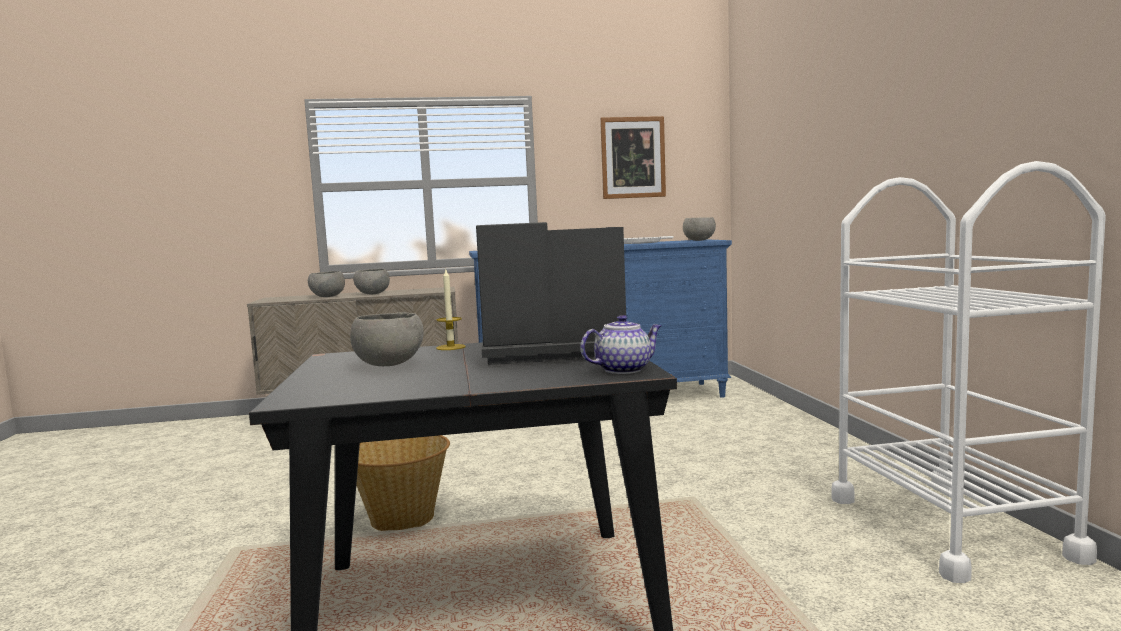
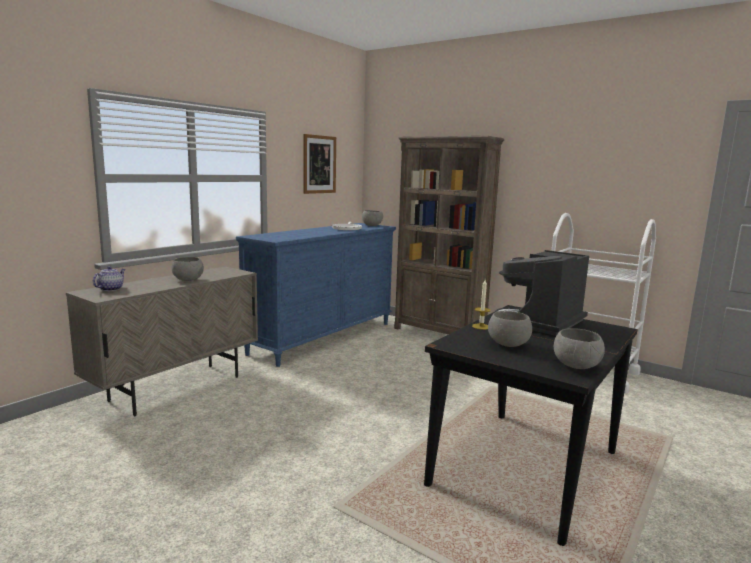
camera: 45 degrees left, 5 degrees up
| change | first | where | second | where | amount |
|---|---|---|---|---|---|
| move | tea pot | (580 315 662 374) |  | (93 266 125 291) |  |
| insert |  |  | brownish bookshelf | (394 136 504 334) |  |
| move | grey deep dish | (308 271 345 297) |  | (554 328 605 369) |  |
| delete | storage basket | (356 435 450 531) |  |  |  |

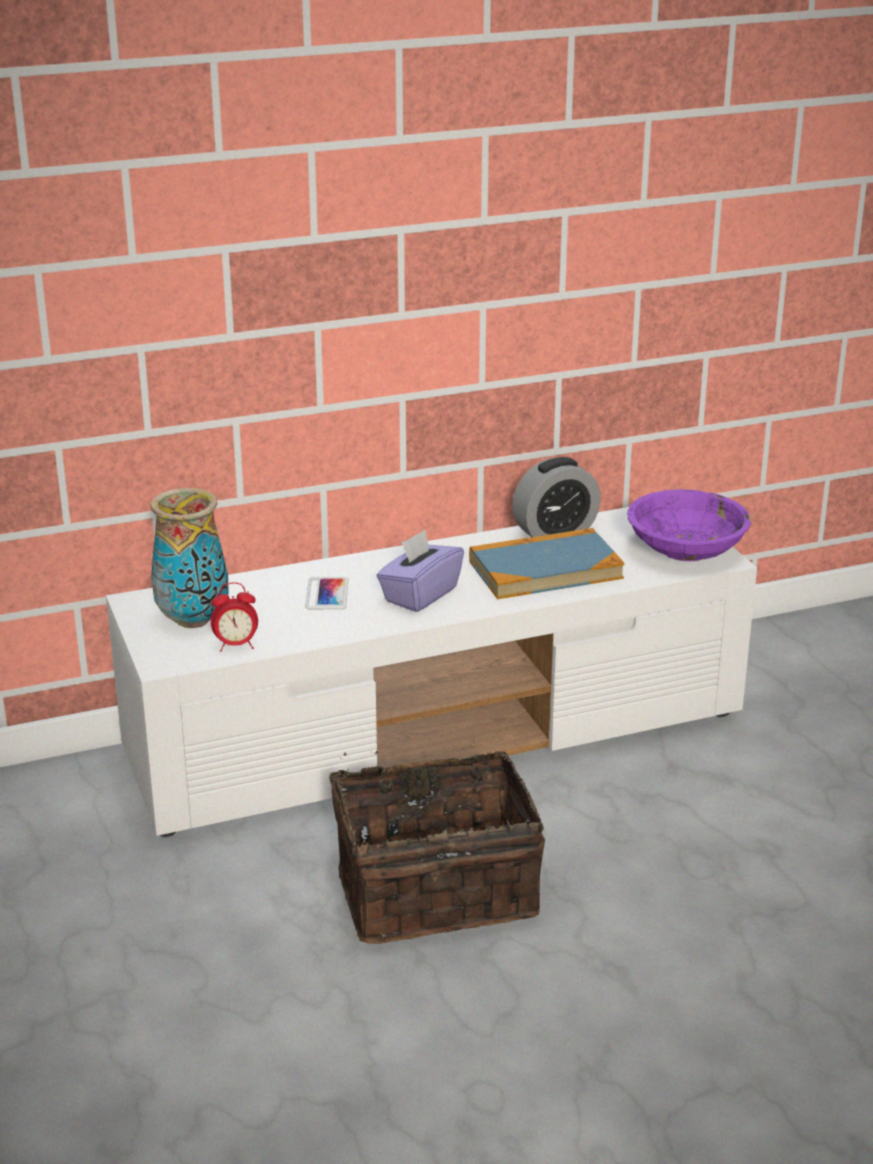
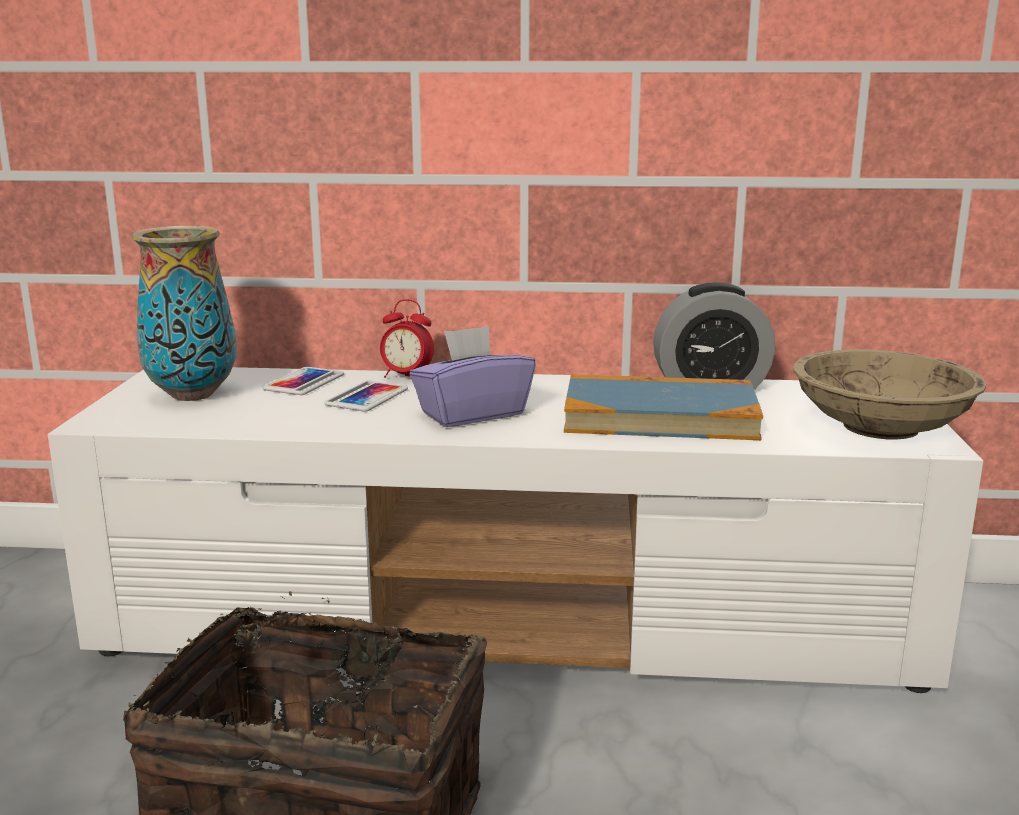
camera: 25 degrees right, 10 degrees down
| change | first | where | second | where | amount |
|---|---|---|---|---|---|
| insert |  |  | telephone | (262 367 344 395) |  |
| move | alarm clock | (211 582 258 652) |  | (380 299 434 378) |  |
| recolor | purple deep dish | (627 489 751 561) | beige-coloured deep dish | (793 349 987 439) |  |

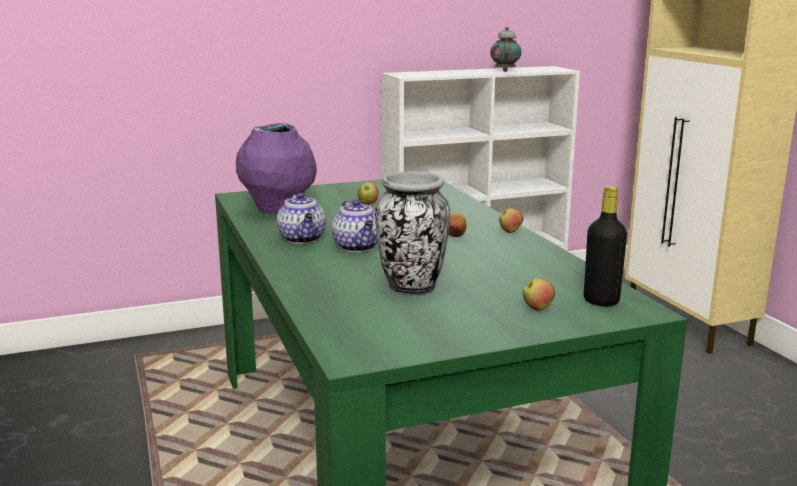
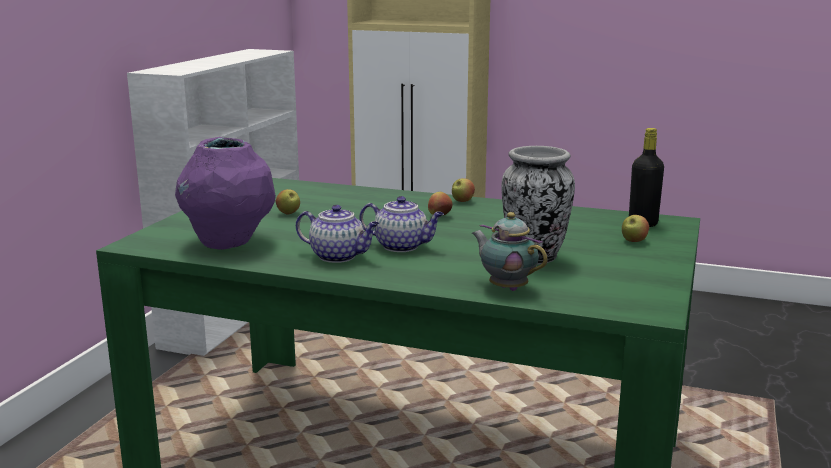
camera: 50 degrees left, 0 degrees up
| change | first | where | second | where | amount |
|---|---|---|---|---|---|
| move | tea pot | (490 27 521 72) |  | (472 212 548 291) |  |

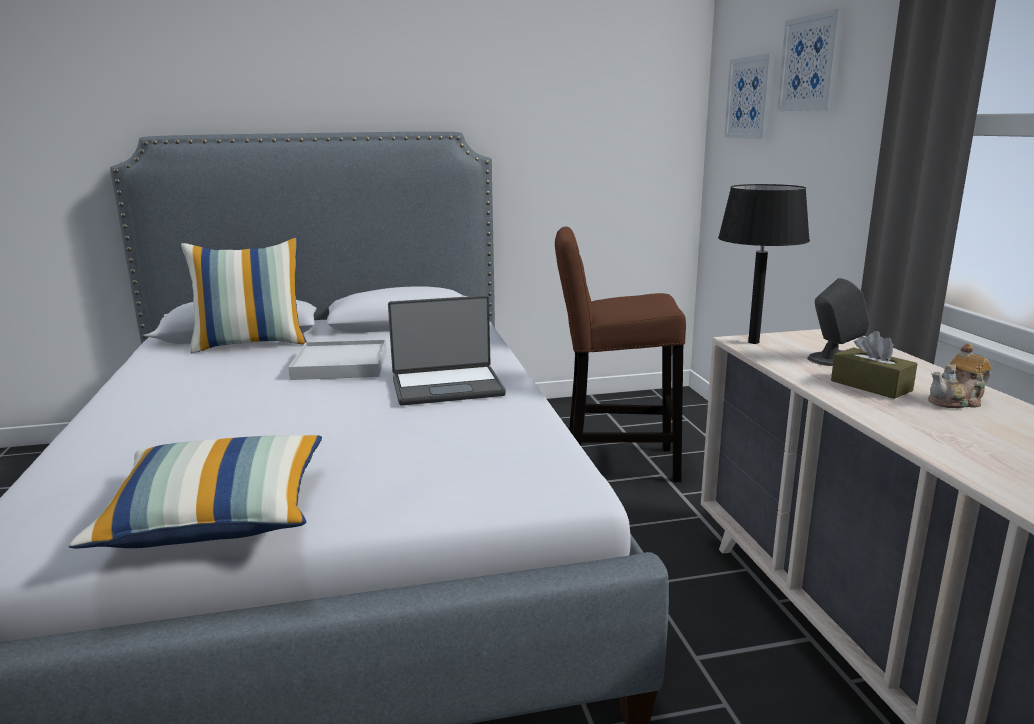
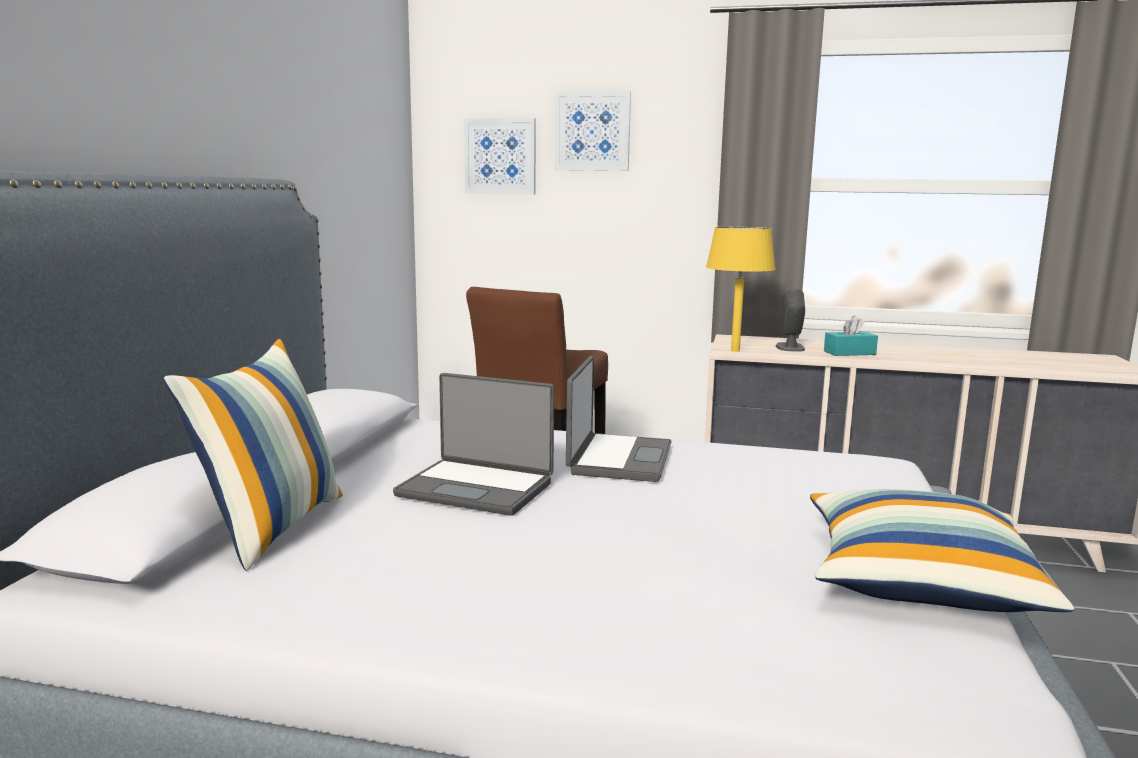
camera: 65 degrees left, 5 degrees down
| change | first | where | second | where | amount |
|---|---|---|---|---|---|
| replace | whitish tray | (289 340 387 380) | portable computer | (393 373 554 516) |  |
| recolor | black tabletop lamp | (718 184 810 344) | yellow-coloured tabletop lamp | (706 227 776 352) |  |
| recolor | brownish tissue box | (831 331 917 399) | turquoise-coloured tissue box | (824 315 878 356) |  |
| delete | tea pot | (928 343 991 408) |  |  |  |

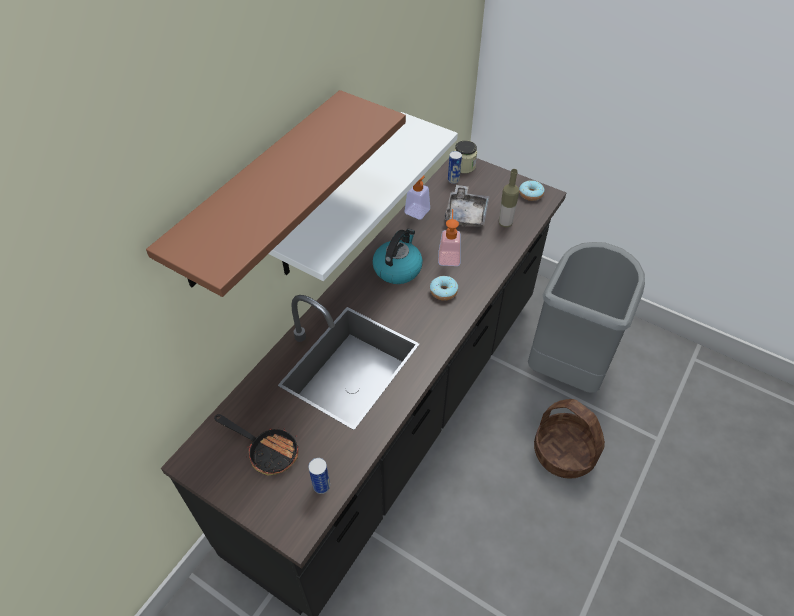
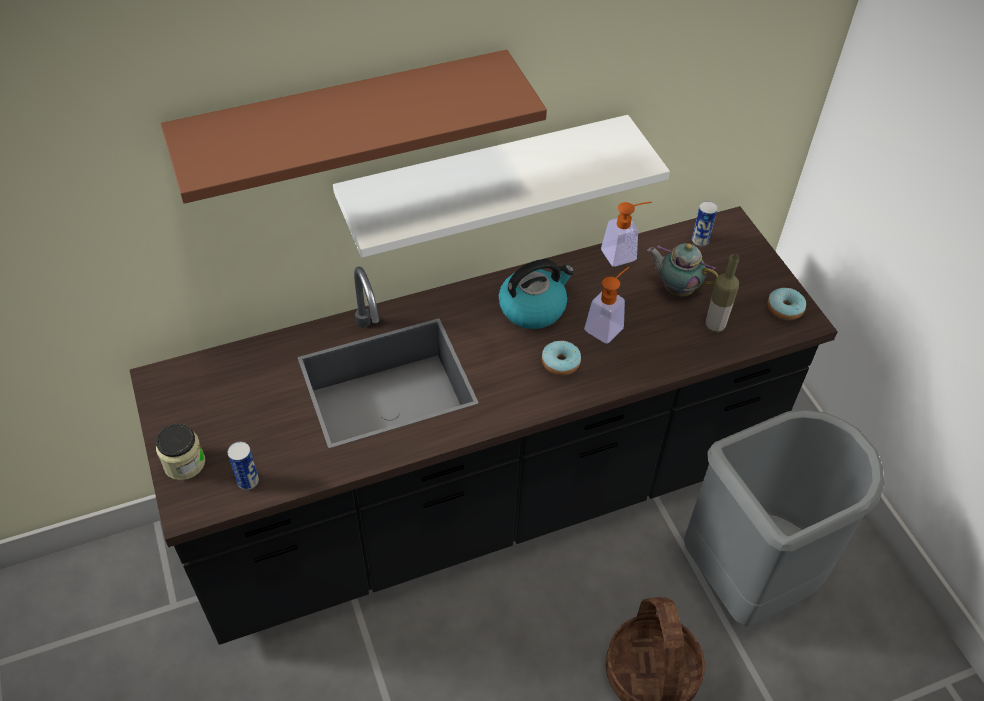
camera: 35 degrees right, 0 degrees up
| change | first | where | second | where | amount |
|---|---|---|---|---|---|
| move | jar | (454 140 477 173) |  | (156 423 205 480) |  |
| replace | grey tray | (444 185 490 227) | tea pot | (647 243 718 297) |  |
| delete | skillet | (214 414 299 476) |  |  |  |

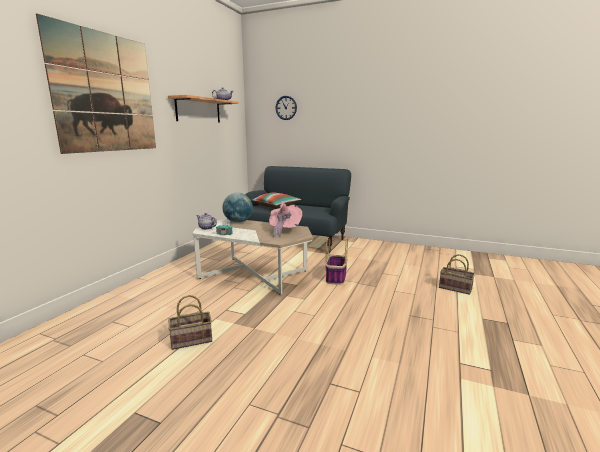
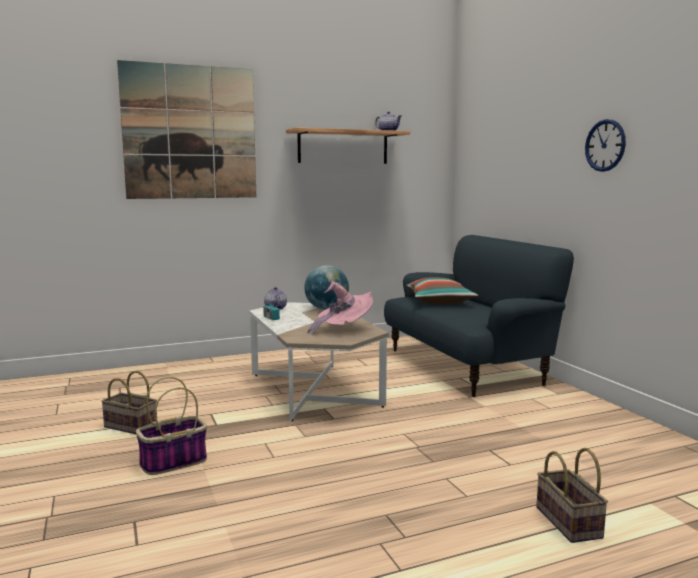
camera: 45 degrees right, 5 degrees down
| change | first | where | second | where | amount |
|---|---|---|---|---|---|
| move | storage basket | (325 237 348 285) |  | (136 377 207 475) |  |
| move | clock on the wall | (275 96 297 120) |  | (585 119 626 172) |  |

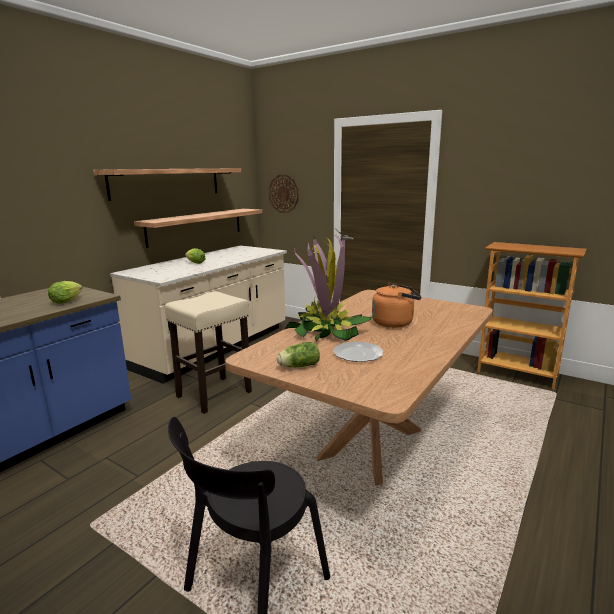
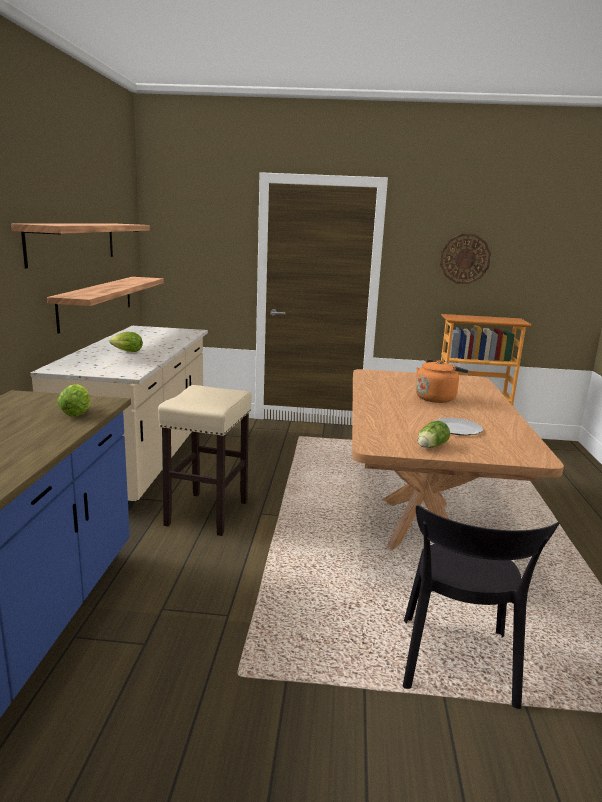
camera: 30 degrees left, 0 degrees up
| change | first | where | second | where | amount |
|---|---|---|---|---|---|
| move | clock on the wall | (269 175 299 213) |  | (440 234 491 284) |  |
| delete | plant in a pot | (284 230 373 341) |  |  |  |

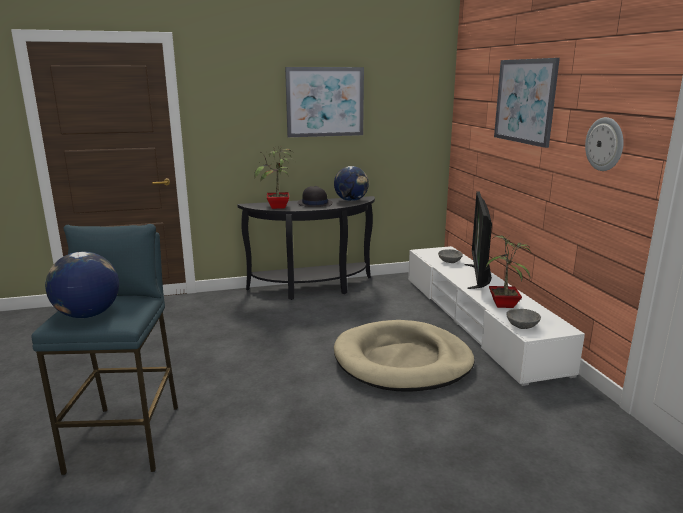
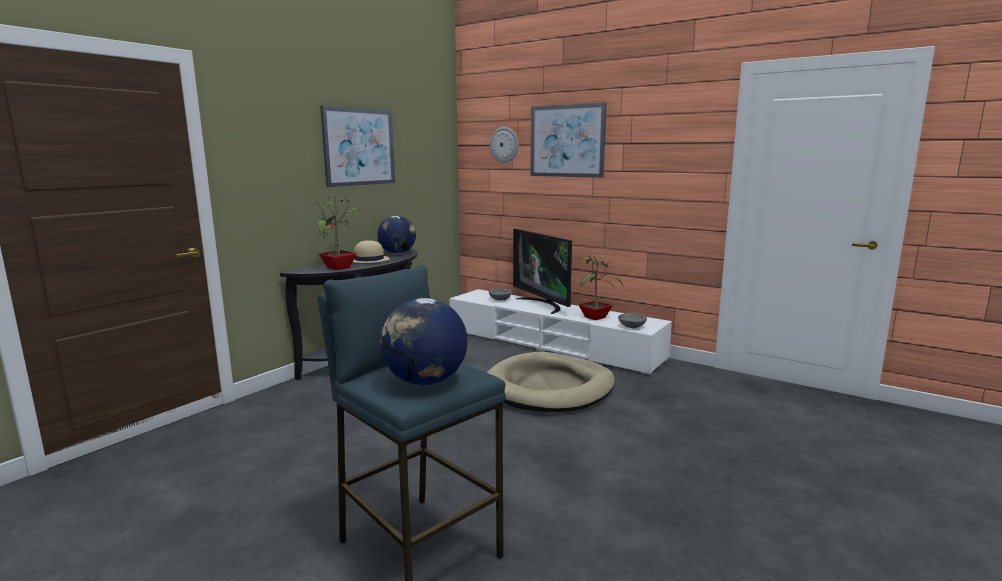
camera: 40 degrees left, 5 degrees down
| change | first | where | second | where | amount |
|---|---|---|---|---|---|
| recolor | black hat | (297 186 333 207) | beige-coloured hat | (353 240 390 263) |  |
| move | clock on the wall | (585 117 624 171) |  | (490 127 519 163) |  |

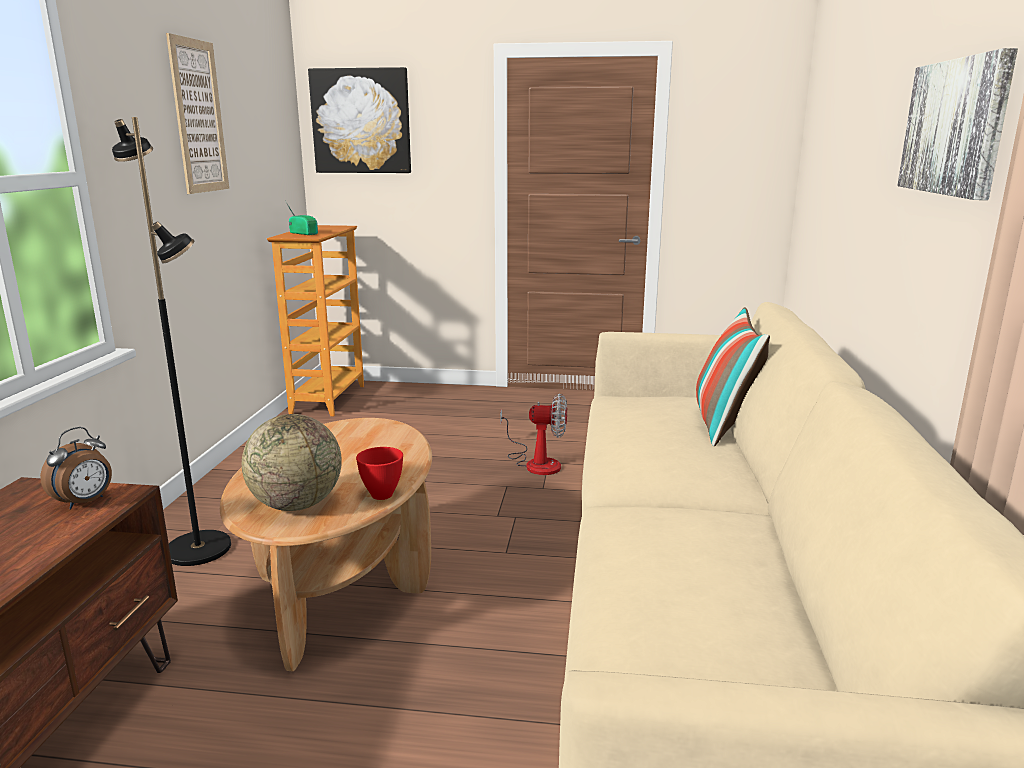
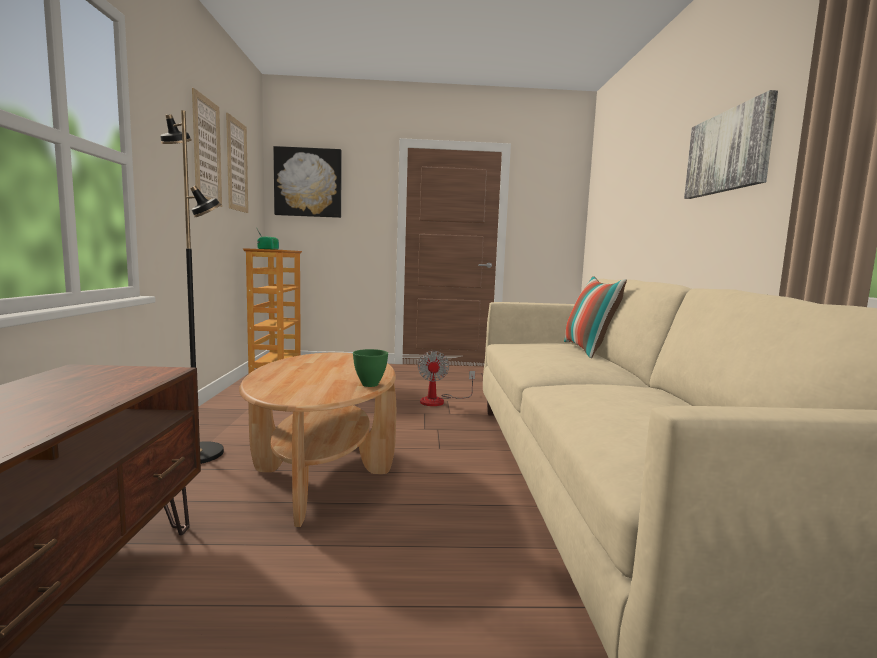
camera: 10 degrees left, 10 degrees down
| change | first | where | second | where | amount |
|---|---|---|---|---|---|
| insert |  |  | wall picture | (226 113 248 213) |  |
| recolor | reddish deep dish | (356 447 403 500) | greenish deep dish | (353 349 388 387) |  |
| rotate | cooling fan | (500 393 567 475) |  | (418 351 475 406) | 90 degrees clockwise |
| delete | alarm clock | (40 427 112 509) |  |  |  |
| delete | world globe | (242 414 342 511) |  |  |  |

